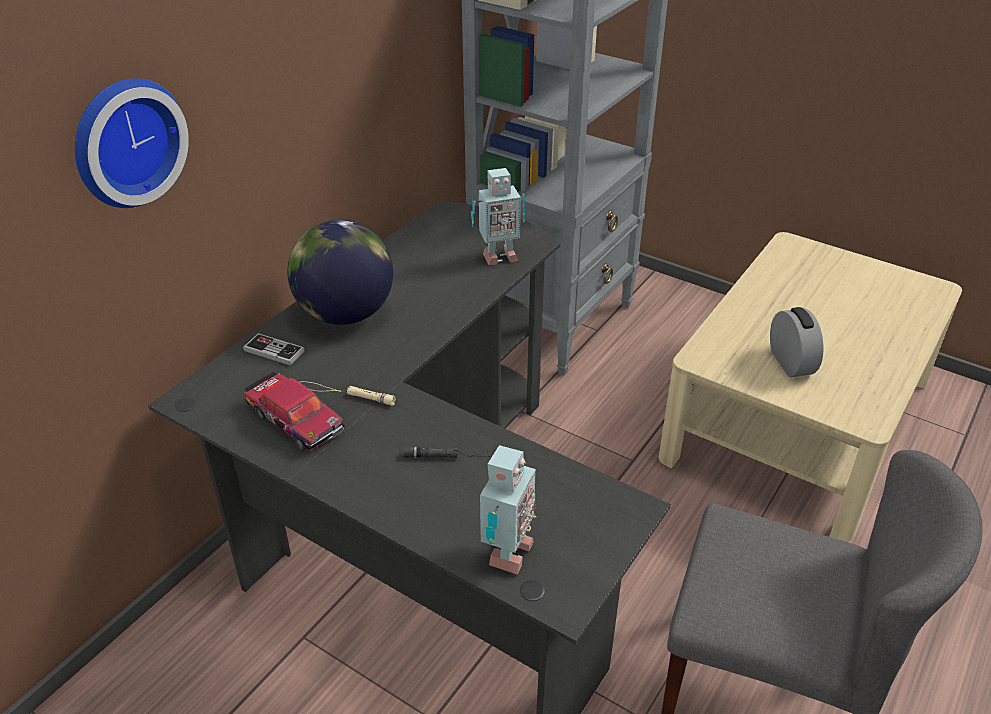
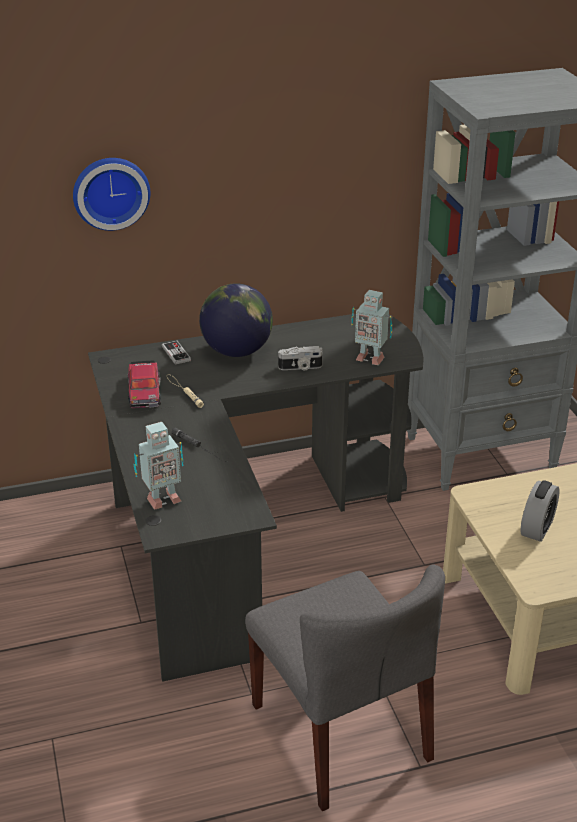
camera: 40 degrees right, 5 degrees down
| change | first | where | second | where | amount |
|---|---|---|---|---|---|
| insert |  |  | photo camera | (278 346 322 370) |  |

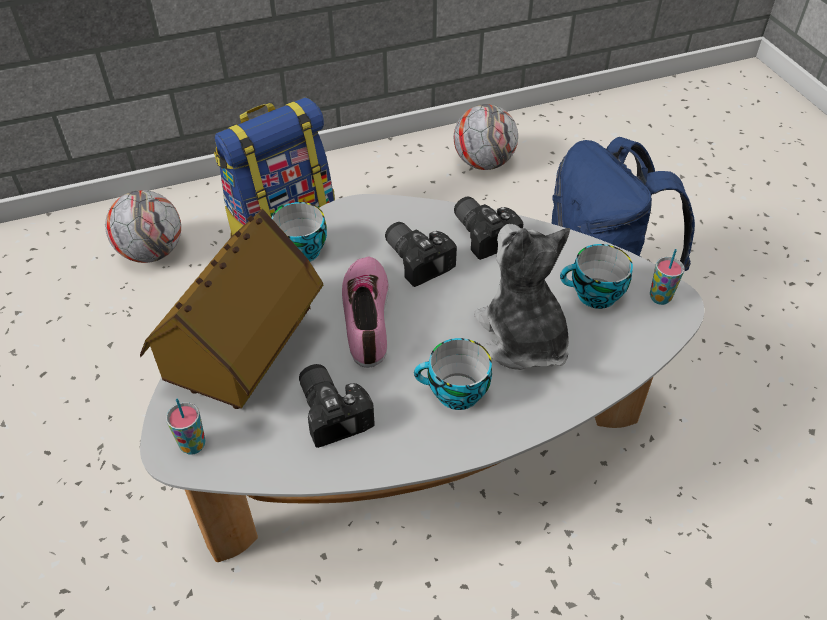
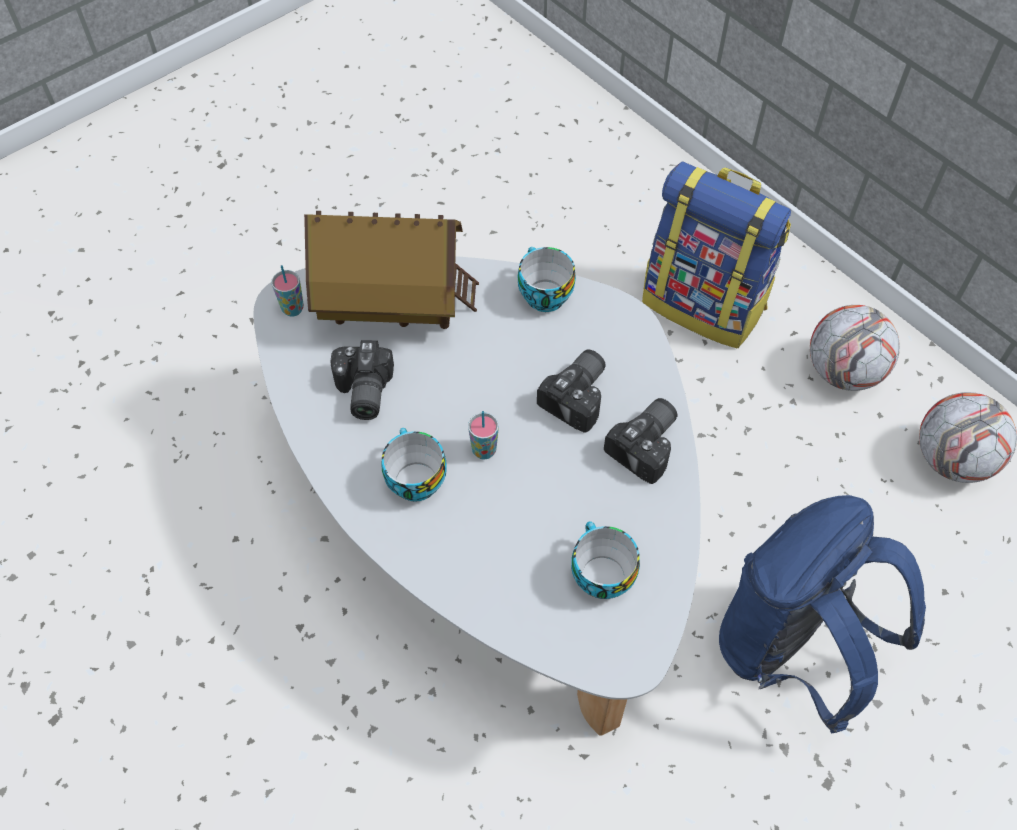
camera: 70 degrees right, 10 degrees up
| change | first | where | second | where | amount |
|---|---|---|---|---|---|
| rotate | photo camera | (299 364 374 448) |  | (330 340 394 420) | 135 degrees clockwise |
| move | cup | (650 249 685 305) |  | (468 411 499 460) |  |
| move | ball for football | (105 190 181 263) |  | (810 305 900 391) |  |
| delete | shoe | (342 256 389 368) |  |  |  |
| delete | soft toy | (474 224 570 370) |  |  |  |

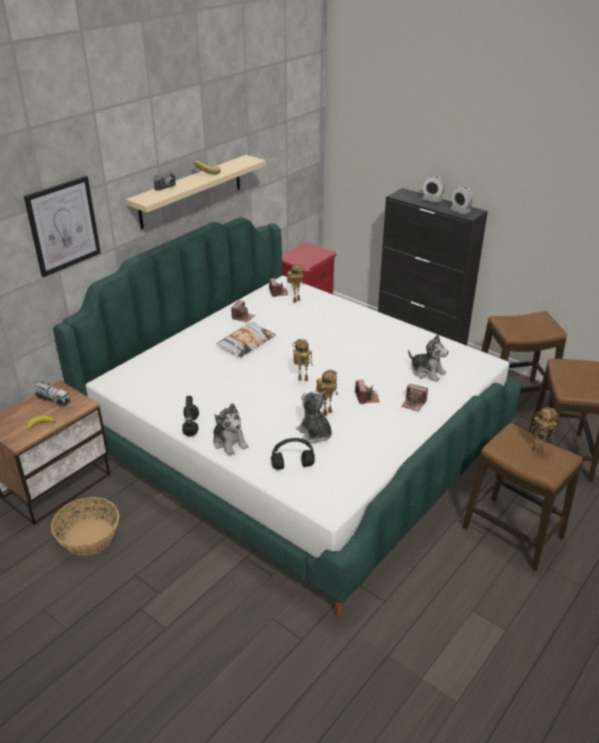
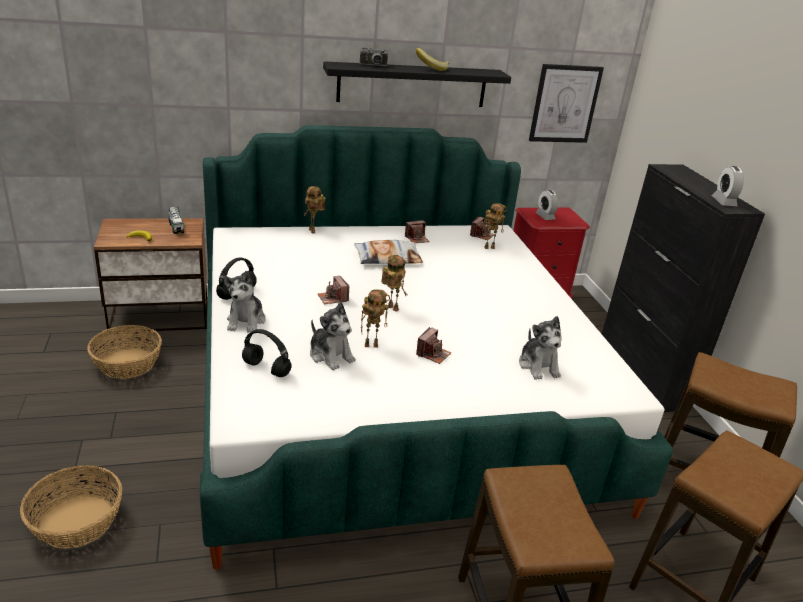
camera: 35 degrees right, 5 degrees down
| change | first | where | second | where | amount |
|---|---|---|---|---|---|
| insert |  |  | storage basket | (20 465 122 549) |  |
| move | robot figure | (529 407 559 454) |  | (304 186 325 234) |  |
| rotate | soft toy | (296 391 332 444) |  | (310 302 356 370) | 135 degrees clockwise |
| move | photo camera | (401 384 428 412) |  | (318 276 349 304) |  |
| recolor | beige-coloured wall shelf | (126 155 266 230) | black wall shelf | (323 61 511 107) |  |
| move | wall picture | (24 176 101 277) |  | (529 64 604 143) |  |
| move | alarm clock | (422 175 445 203) |  | (536 190 558 220) |  |

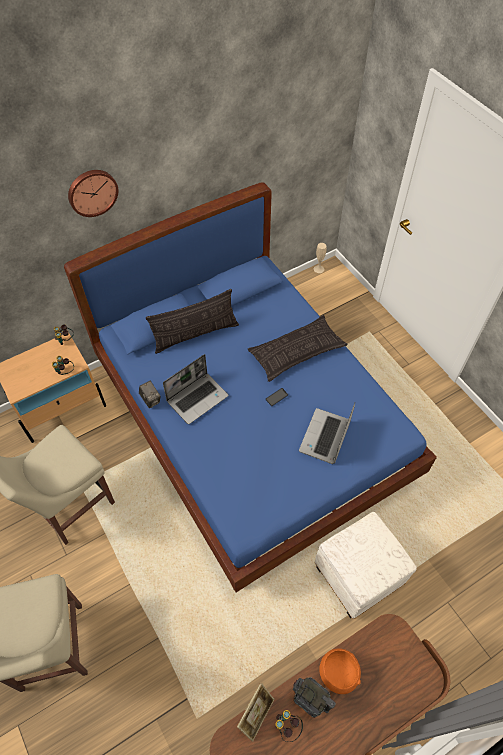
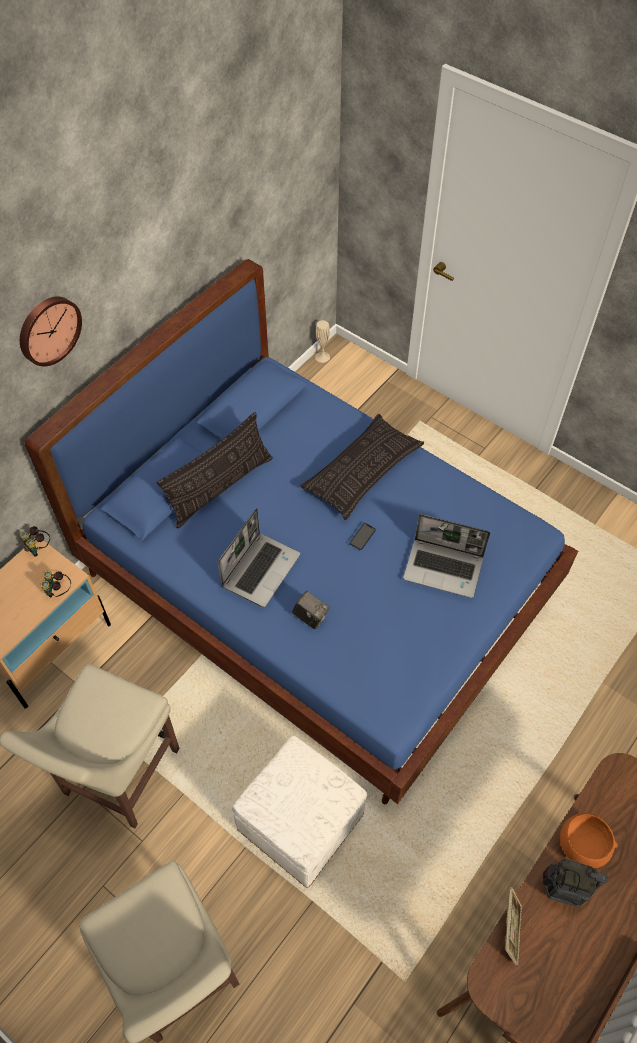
camera: 20 degrees left, 0 degrees up
| change | first | where | second | where | amount |
|---|---|---|---|---|---|
| move | whitish footrest | (315 512 417 619) |  | (232 736 367 888) |  |
| move | photo camera | (139 381 161 408) |  | (292 591 330 629) |  |
| rotate | portable computer | (299 403 355 464) |  | (403 514 491 598) | 75 degrees counterclockwise |
| delete | binoculars | (276 710 303 742) |  |  |  |

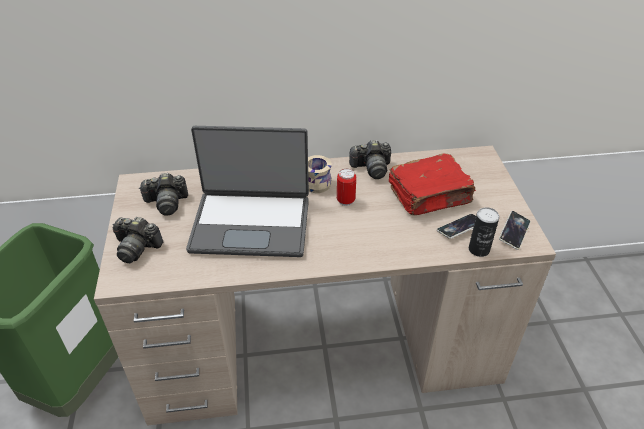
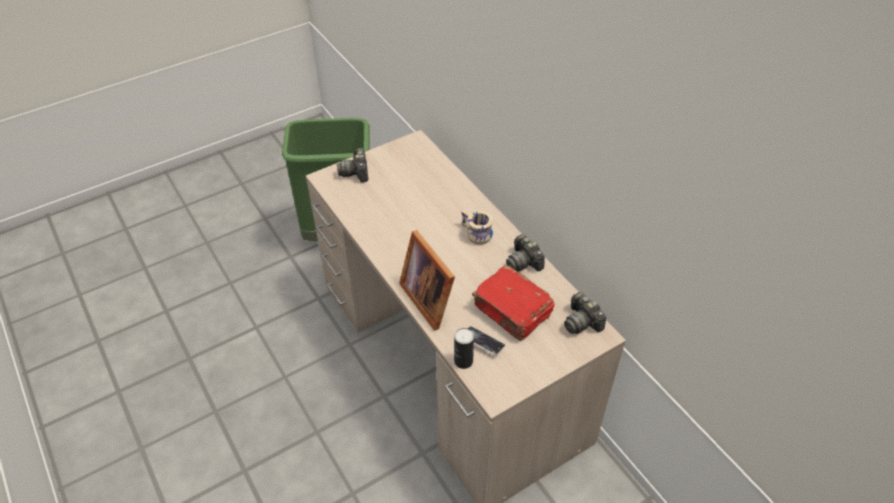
camera: 65 degrees right, 5 degrees up
| change | first | where | second | where | amount |
|---|---|---|---|---|---|
| insert |  |  | photo frame | (399 230 455 330) |  |
| move | photo camera | (139 173 188 215) |  | (564 292 606 334) |  |
| delete | portable computer | (186 126 309 257) |  |  |  |
| delete | can | (337 169 356 206) |  |  |  |
| delete | telephone | (499 211 531 250) |  |  |  |

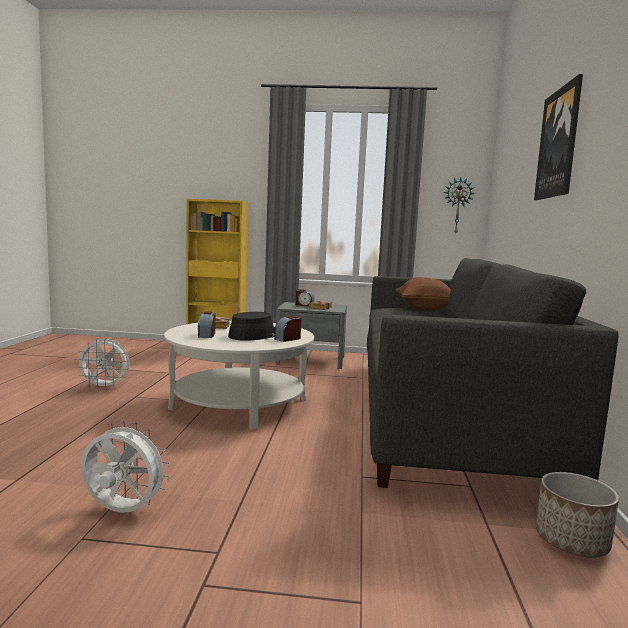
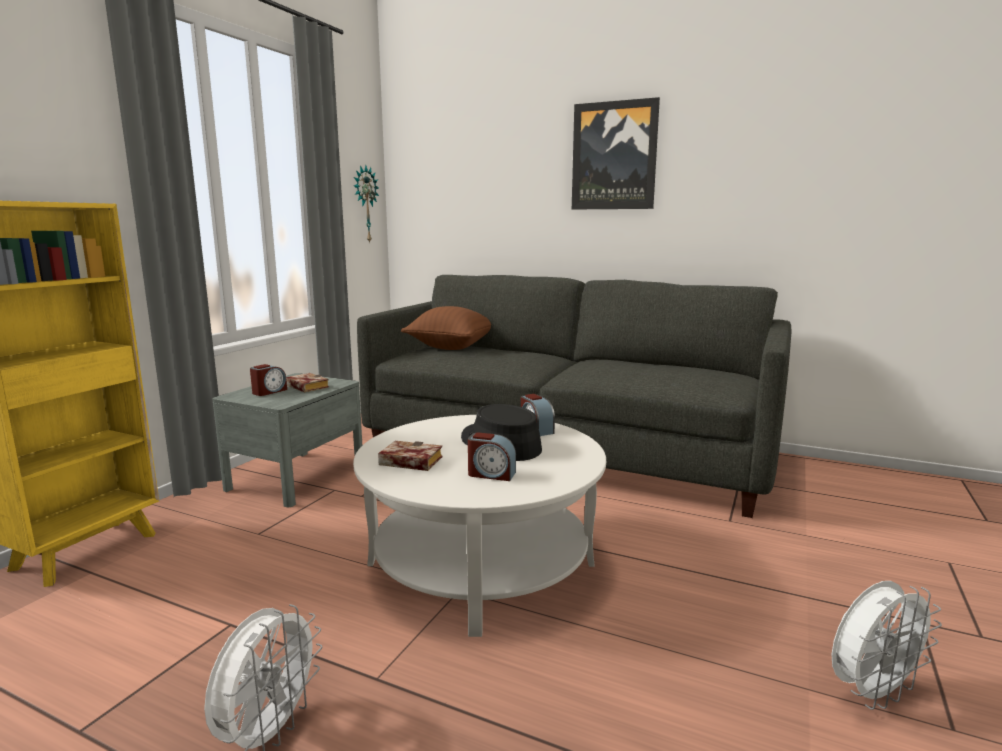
camera: 70 degrees left, 5 degrees up
| change | first | where | second | where | amount |
|---|---|---|---|---|---|
| rotate | whitish cooling fan | (81 420 170 513) |  | (832 581 942 710) | 150 degrees counterclockwise |
| delete | flower pot | (536 472 619 558) |  |  |  |

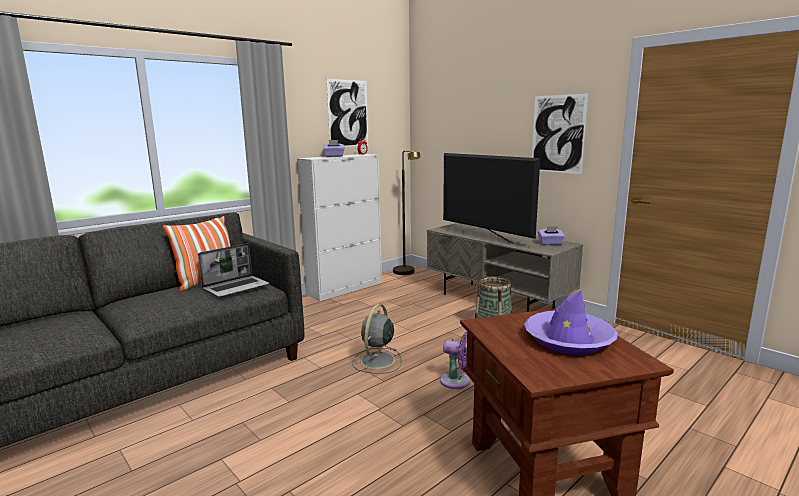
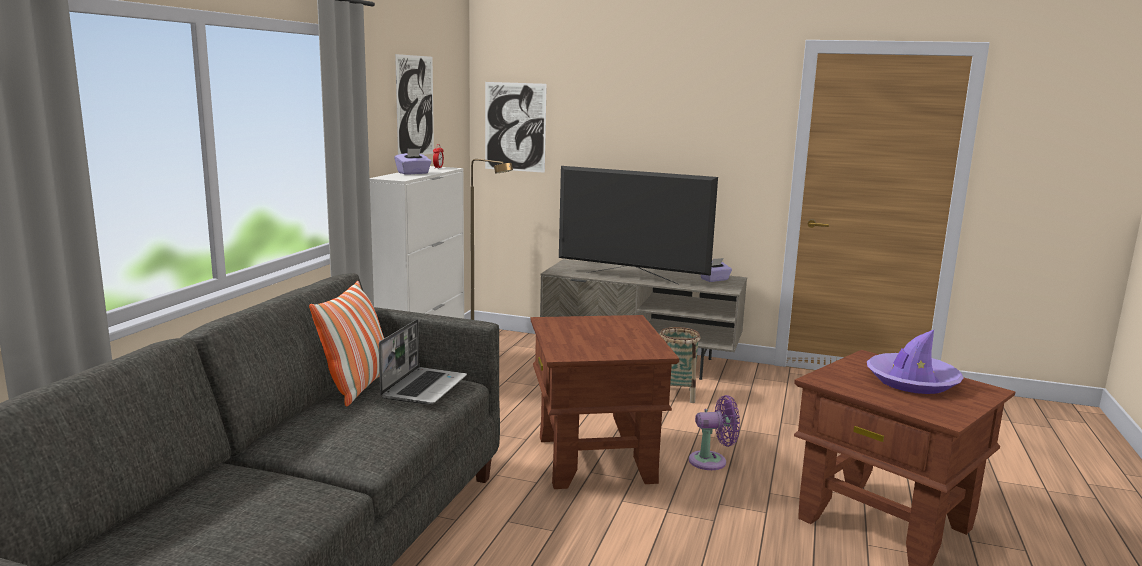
camera: 30 degrees left, 0 degrees up
| change | first | where | second | where | amount |
|---|---|---|---|---|---|
| move | wall picture | (532 93 588 174) |  | (485 82 547 173) |  |
| replace | grey cooling fan | (352 304 402 374) | brownish side table | (530 315 679 489) |  |

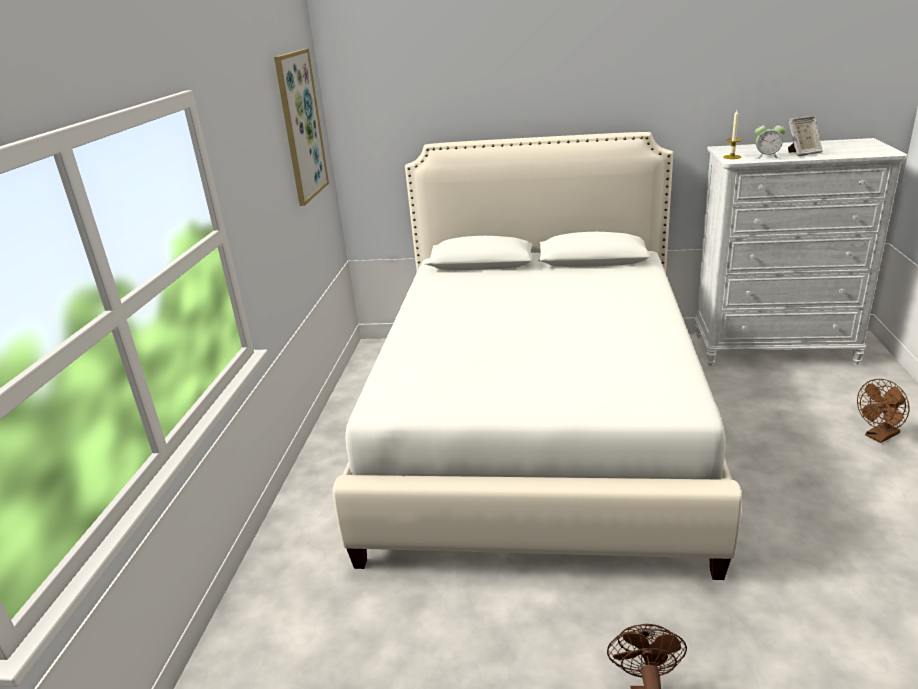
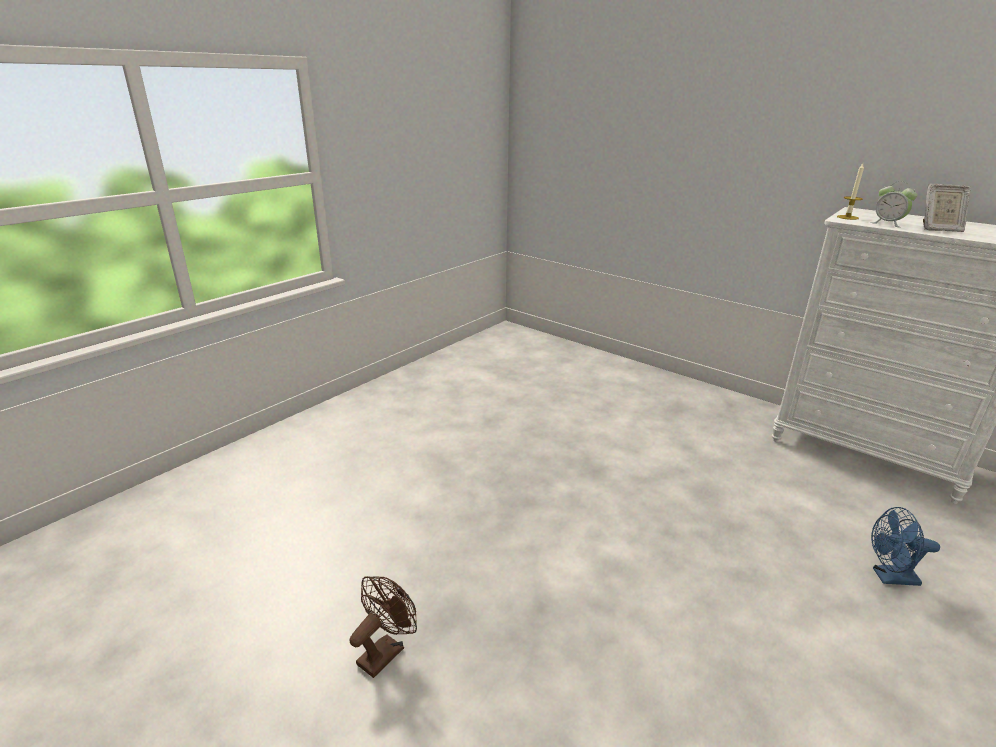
camera: 30 degrees right, 0 degrees up
| change | first | where | second | where | amount |
|---|---|---|---|---|---|
| recolor | brownish cooling fan | (857 379 909 443) | blue-coloured cooling fan | (871 507 940 586) |  |
| delete | wall picture | (274 48 329 206) |  |  |  |
| delete | whitish sleeping bed | (333 132 742 580) |  |  |  |

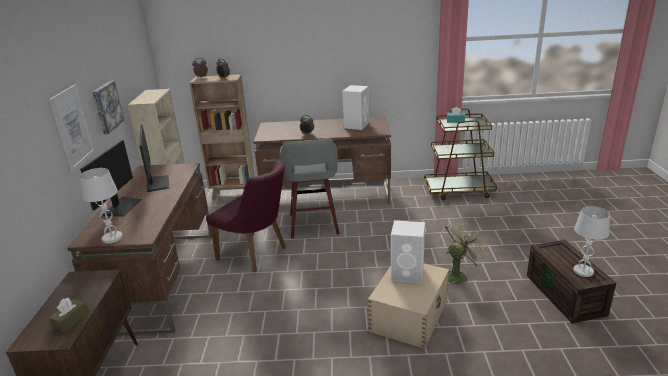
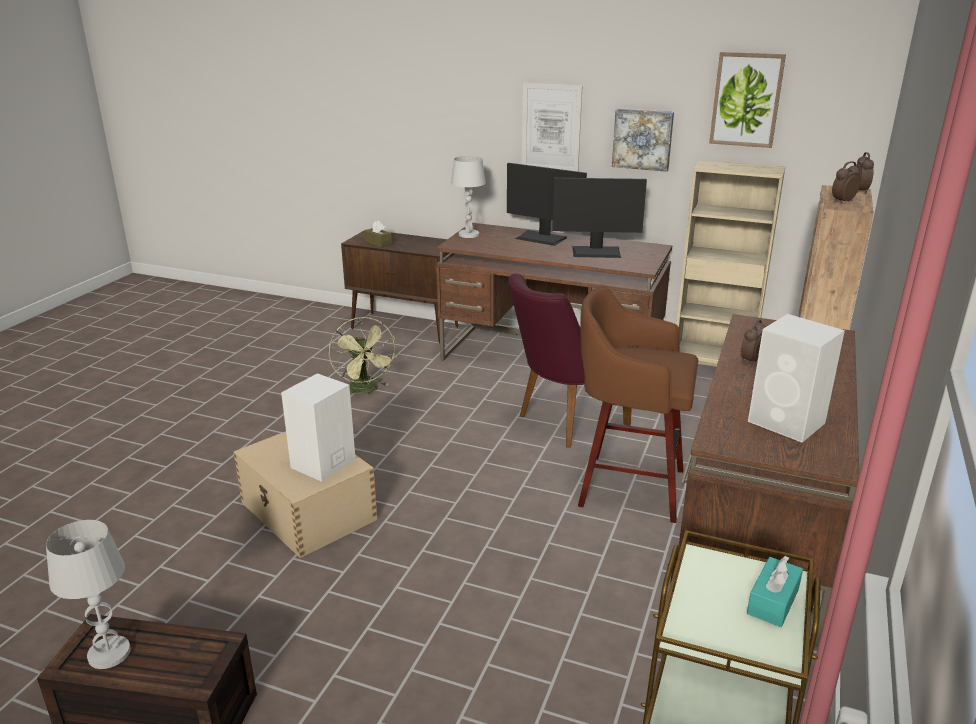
camera: 110 degrees right, 0 degrees up
| change | first | where | second | where | amount |
|---|---|---|---|---|---|
| move | greenish cooling fan | (440 221 487 284) |  | (329 317 397 394) |  |
| recolor | grey sitting stool | (279 138 340 238) | brownish sitting stool | (578 286 698 523) |  |
| insert |  |  | wall picture | (709 52 786 148) |  |

